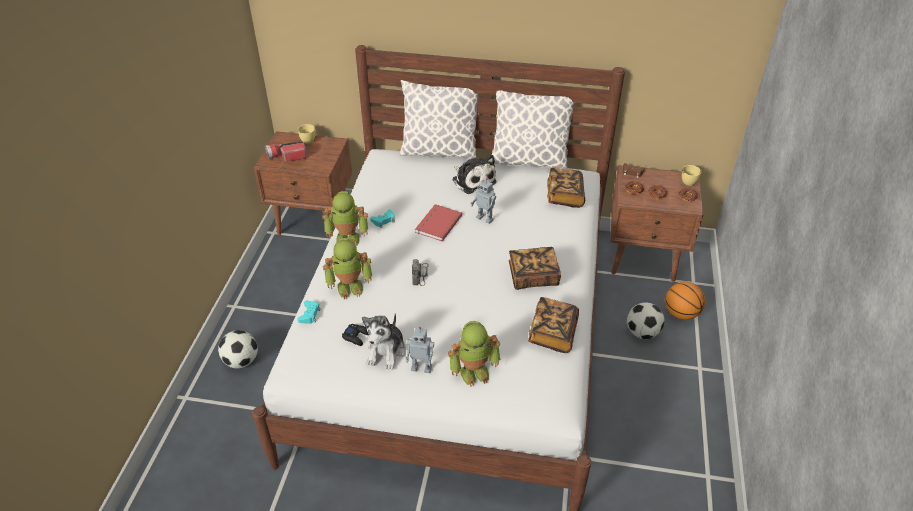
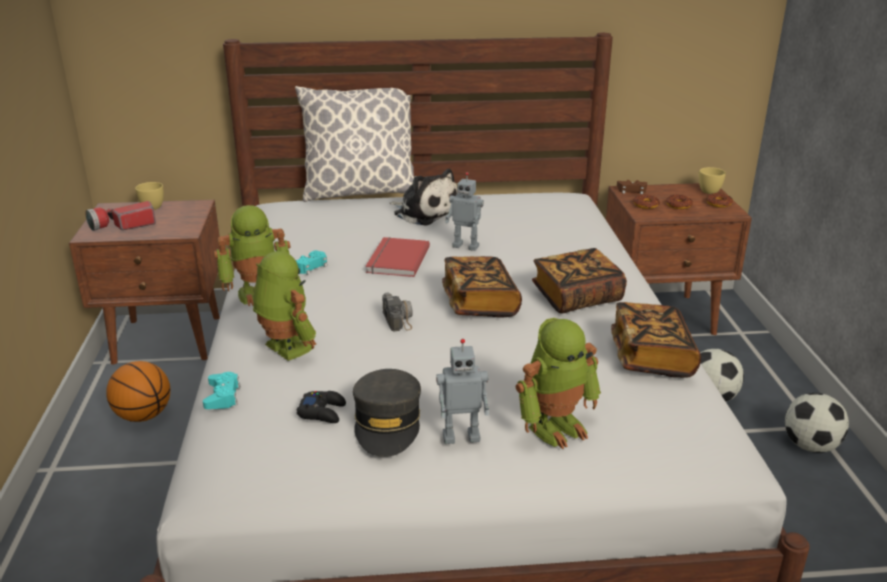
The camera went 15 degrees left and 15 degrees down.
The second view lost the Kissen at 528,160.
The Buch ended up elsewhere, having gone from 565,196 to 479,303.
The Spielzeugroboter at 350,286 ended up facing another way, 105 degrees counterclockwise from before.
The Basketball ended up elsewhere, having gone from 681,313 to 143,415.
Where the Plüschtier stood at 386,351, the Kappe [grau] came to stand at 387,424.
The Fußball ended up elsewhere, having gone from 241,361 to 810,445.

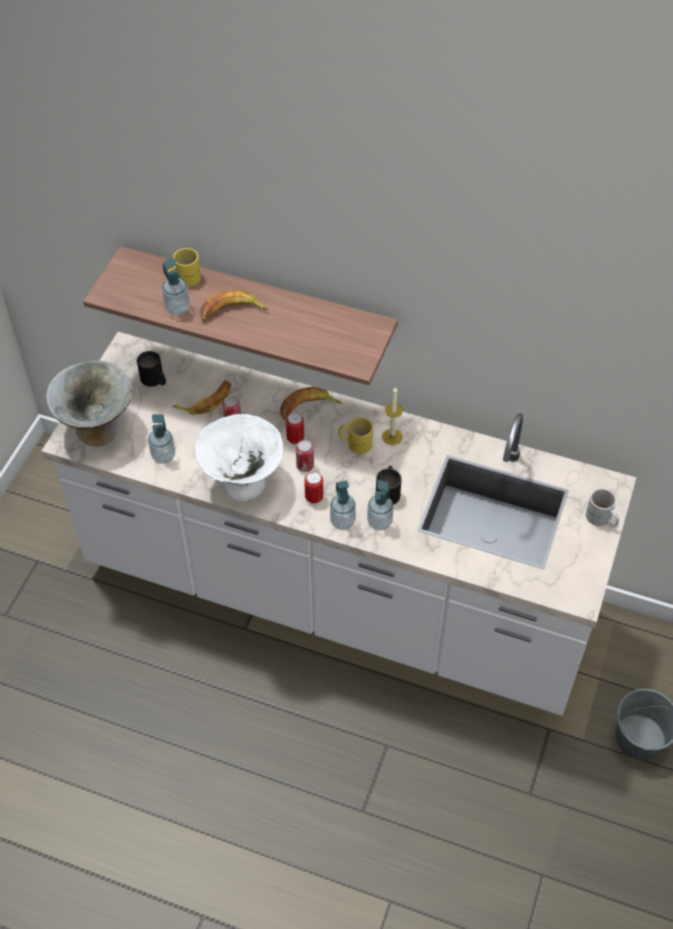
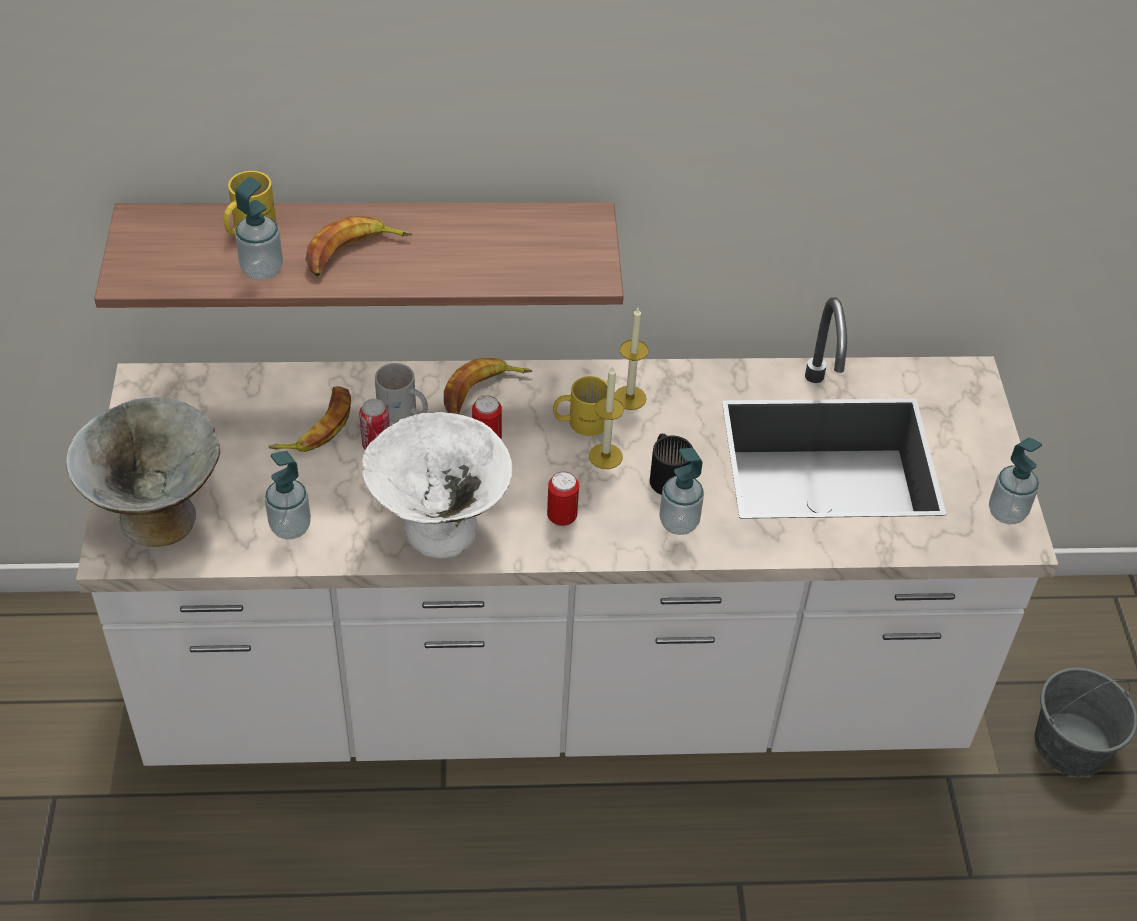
The camera went 25 degrees left and 5 degrees down.
The second view lost the Henkelbecher [schwarz] at 154,380.
The second view lost the Dose at 305,466.
The Seifenspender ended up elsewhere, having gone from 342,521 to 1006,512.
The Henkelbecher [weiß] ended up elsewhere, having gone from 601,519 to 402,412.
The second view gained the Kerze at 605,456.

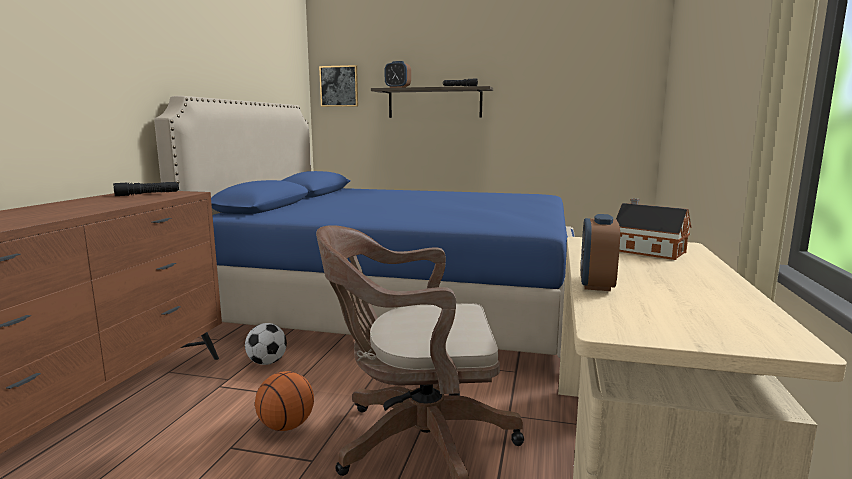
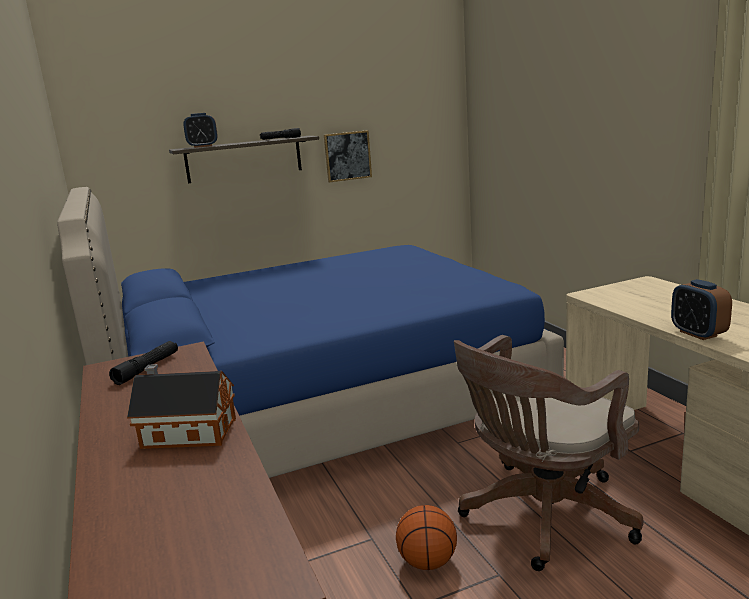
The camera went 35 degrees left and 5 degrees up.
The Bild ended up elsewhere, having gone from 339,86 to 347,156.
The Spielzeughaus ended up elsewhere, having gone from 647,251 to 185,433.
The second view lost the Fußball at 267,362.

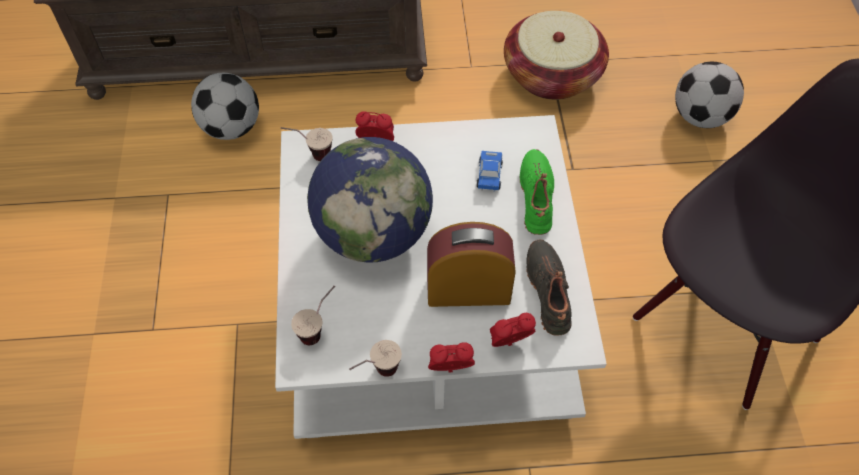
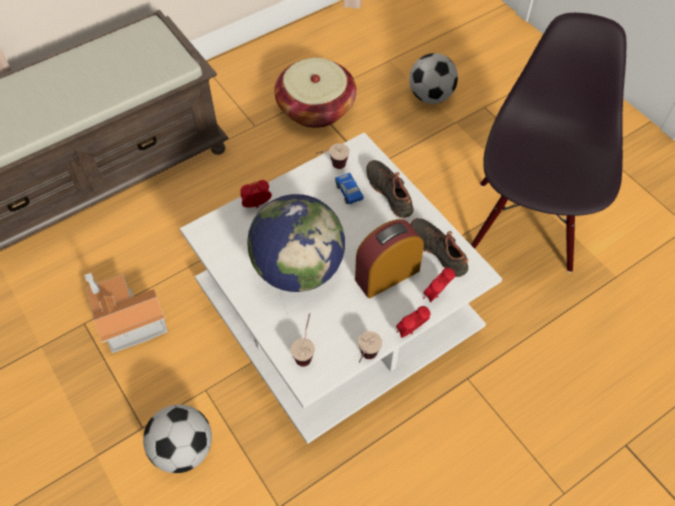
The camera went 30 degrees left and 0 degrees up.
The Fußball ended up elsewhere, having gone from 231,128 to 183,449.
The Tasse ended up elsewhere, having gone from 310,155 to 332,167.
What was the Schuh [grün] at 538,197 turned into the Schuh [schwarz] at 390,192.
The second view gained the Spielzeughaus at 126,320.

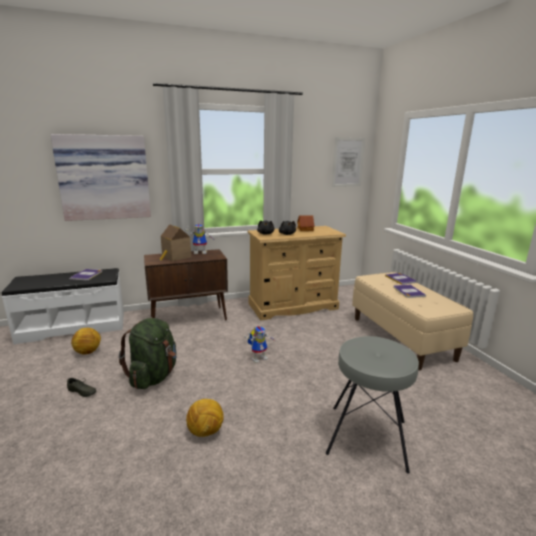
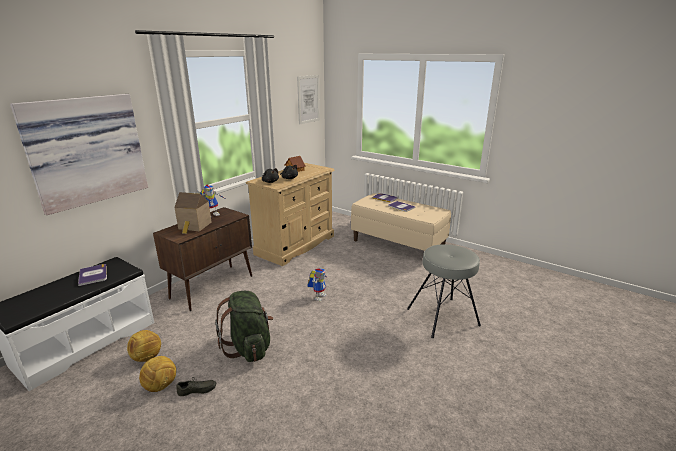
The camera went 35 degrees left and 5 degrees up.
The Fußball ended up elsewhere, having gone from 206,432 to 161,386.

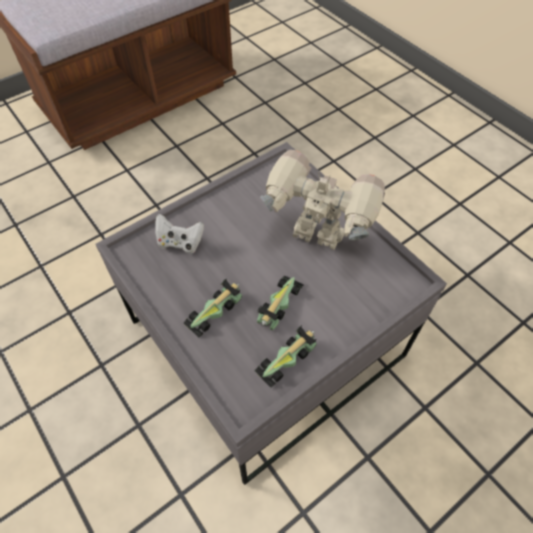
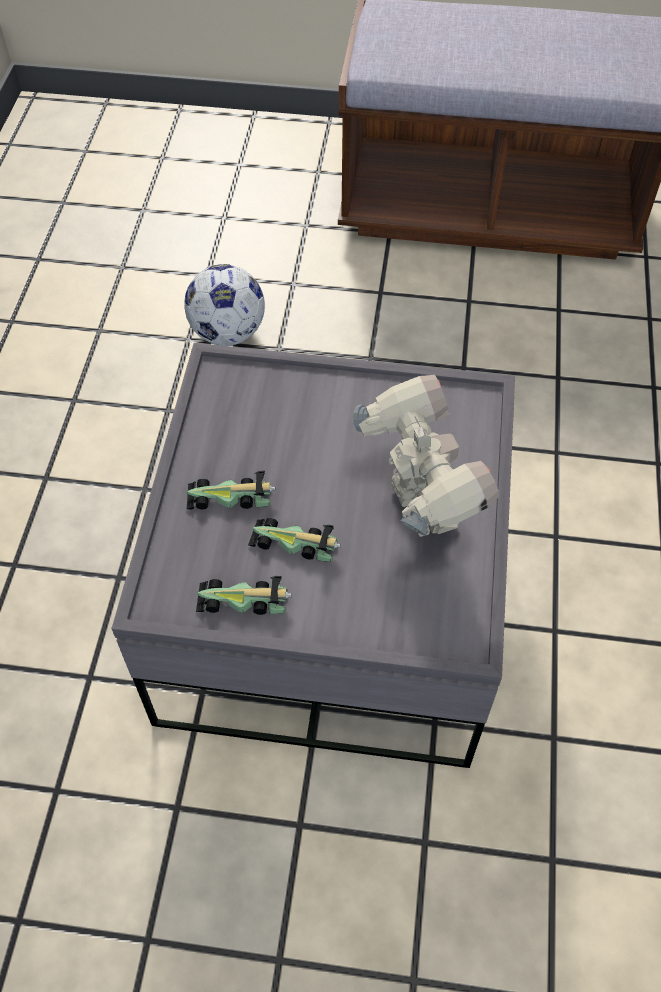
The camera went 45 degrees right and 0 degrees up.
The second view lost the Gamepad [weiß] at 180,242.
The Spielzeugauto at 278,304 ended up facing another way, 150 degrees counterclockwise from before.
The second view gained the Fußball at 228,332.

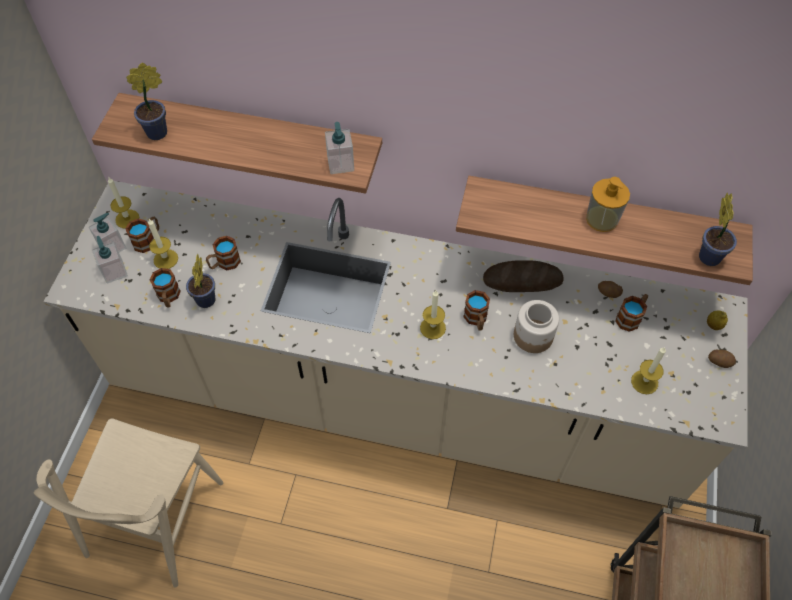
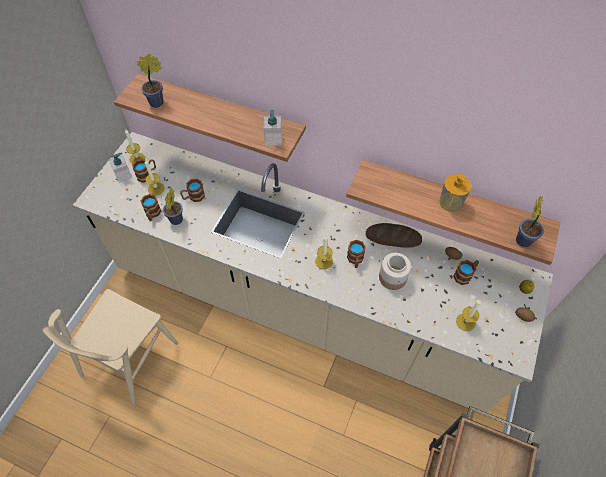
The camera went 10 degrees right and 0 degrees up.
The second view lost the Seifenspender at 114,271.

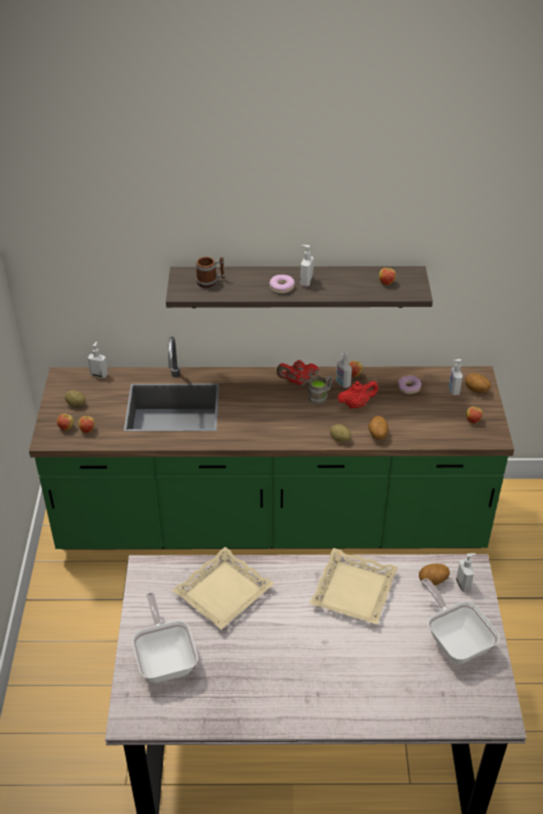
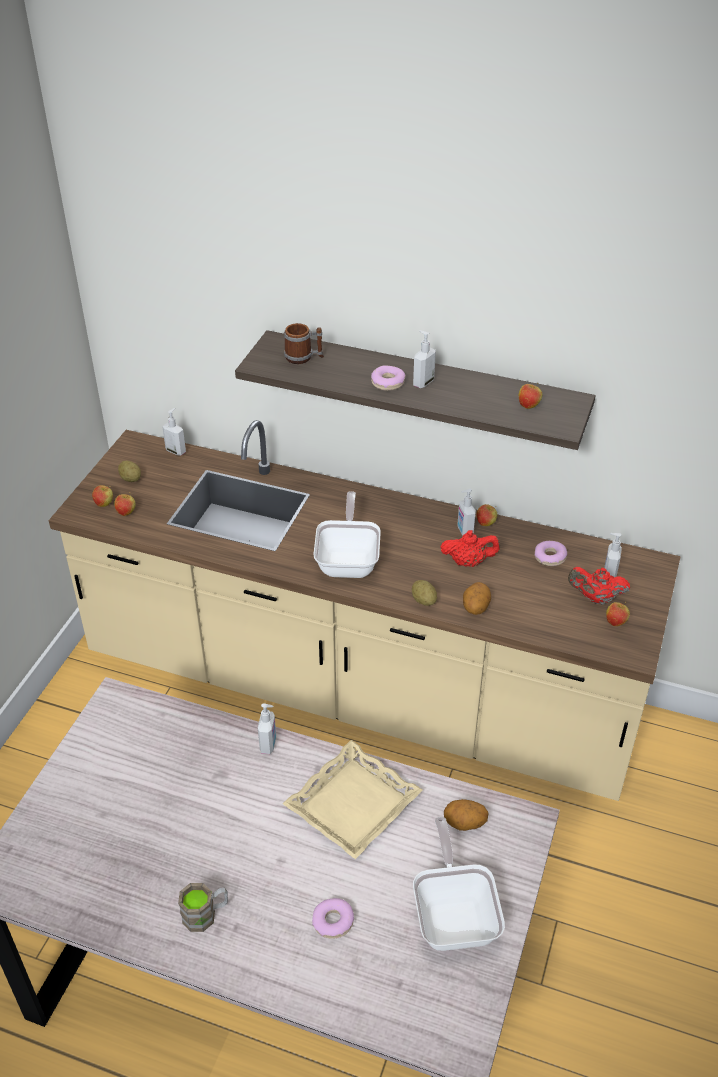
The camera went 20 degrees right and 0 degrees up.
What was the Küchenzeile [grün] at 271,524 turned into the Küchenzeile [beige] at 359,690.
The Teekanne [rot] ended up elsewhere, having gone from 297,382 to 595,598.
The second view lost the Kartoffel at 476,390.
The Henkelbecher [braun] ended up elsewhere, having gone from 320,396 to 206,914.
The second view lost the Tablett [beige] at 223,592.
The Seifenspender ended up elsewhere, having gone from 463,584 to 269,744.
The Pfanne ended up elsewhere, having gone from 165,658 to 348,560.
The second view gained the Donut at 333,922.

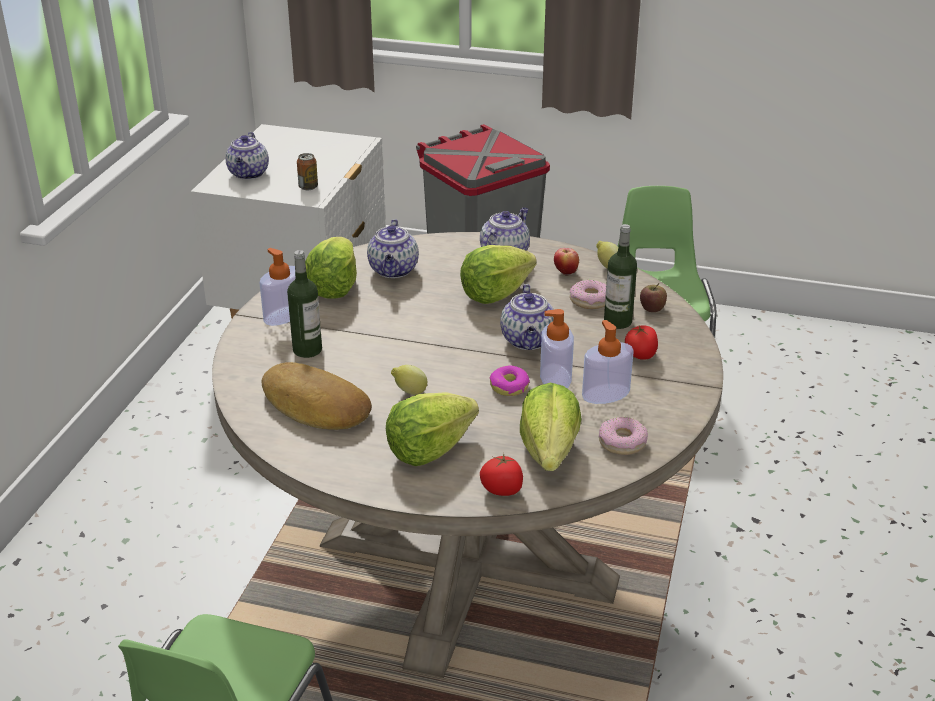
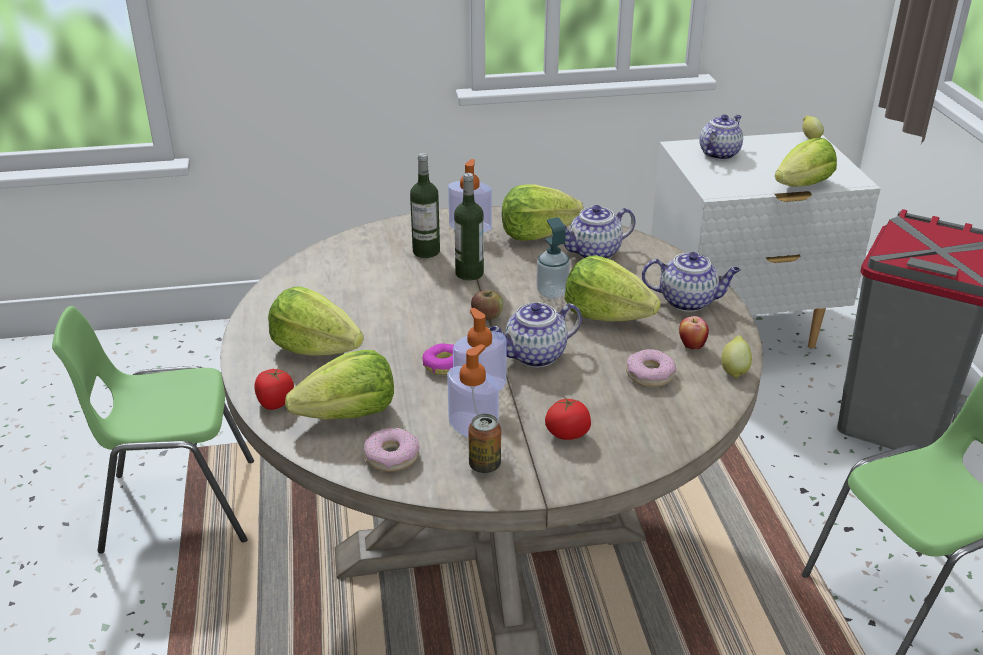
The camera went 65 degrees right and 0 degrees up.
The Teekanne at 249,174 ended up facing another way, 150 degrees clockwise from before.
The Dose ended up elsewhere, having gone from 308,187 to 484,465.
The Flasche ended up elsewhere, having gone from 617,321 to 469,273.
The Apfel ended up elsewhere, having gone from 652,308 to 487,316.
The second view lost the Brot at 314,406.
The Zitrone ended up elsewhere, having gone from 409,392 to 810,138.
The second view gained the Salatkopf at 803,185.
The second view gained the Seifenspender at 552,293.

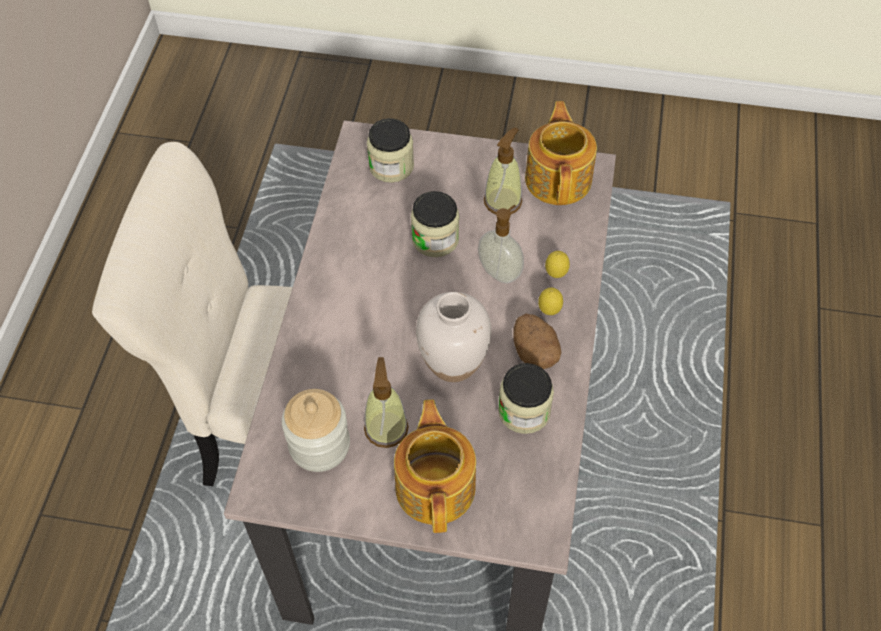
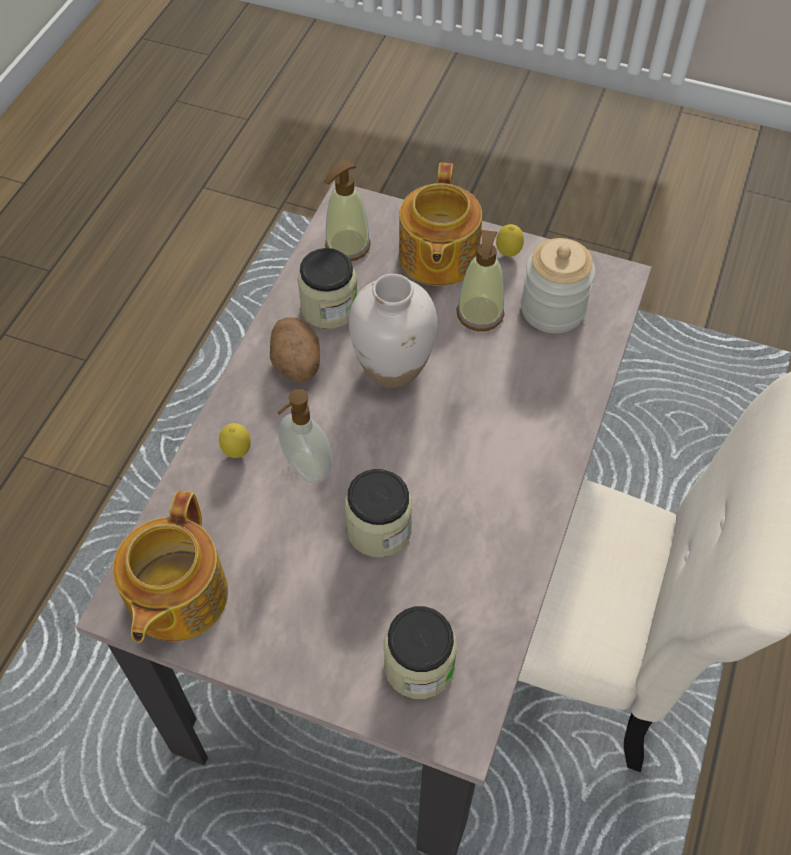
The camera went 170 degrees left and 0 degrees up.
The Seifenspender ended up elsewhere, having gone from 503,201 to 347,246.
The Zitrone ended up elsewhere, having gone from 549,311 to 508,254.

